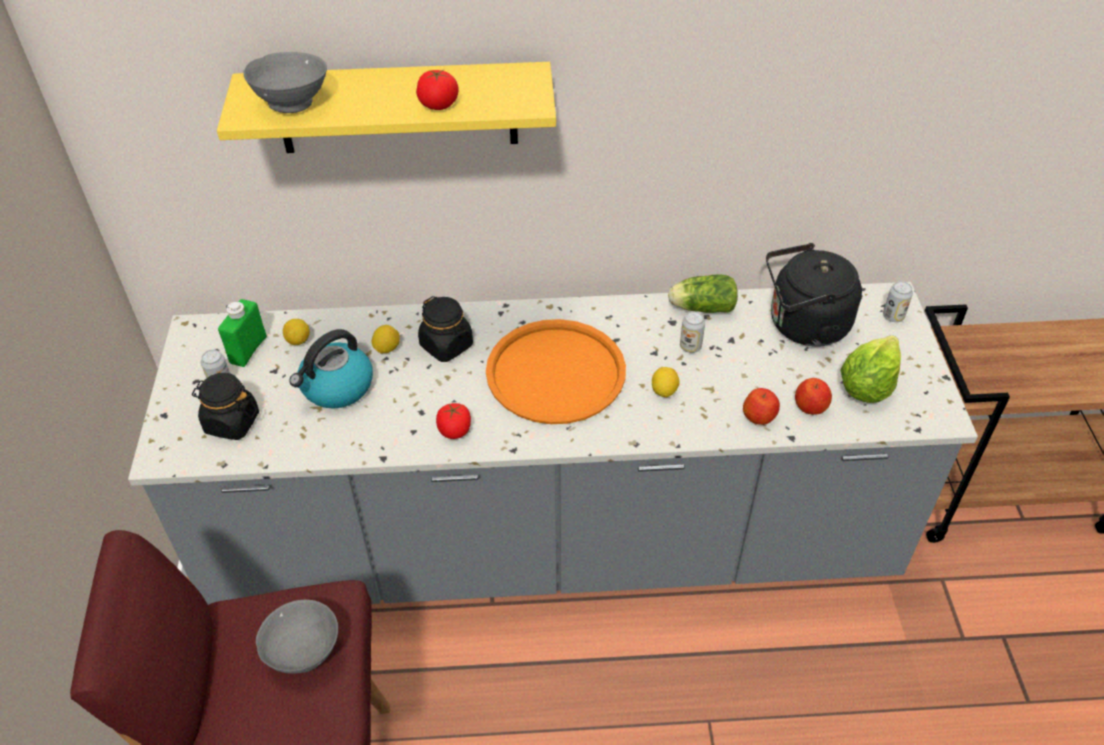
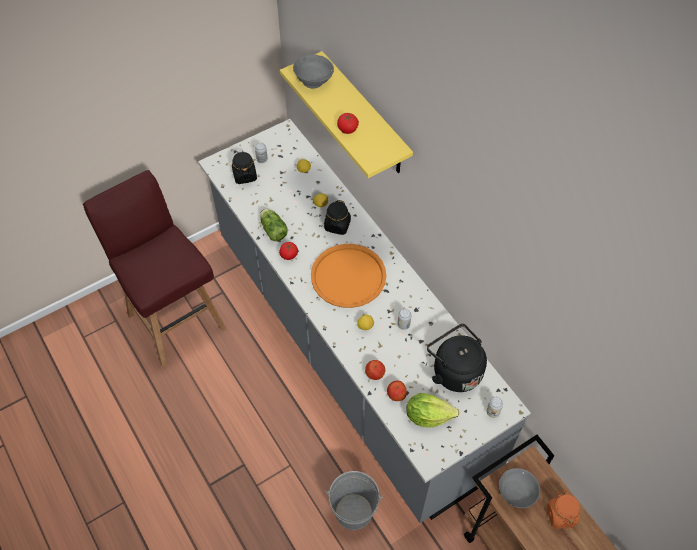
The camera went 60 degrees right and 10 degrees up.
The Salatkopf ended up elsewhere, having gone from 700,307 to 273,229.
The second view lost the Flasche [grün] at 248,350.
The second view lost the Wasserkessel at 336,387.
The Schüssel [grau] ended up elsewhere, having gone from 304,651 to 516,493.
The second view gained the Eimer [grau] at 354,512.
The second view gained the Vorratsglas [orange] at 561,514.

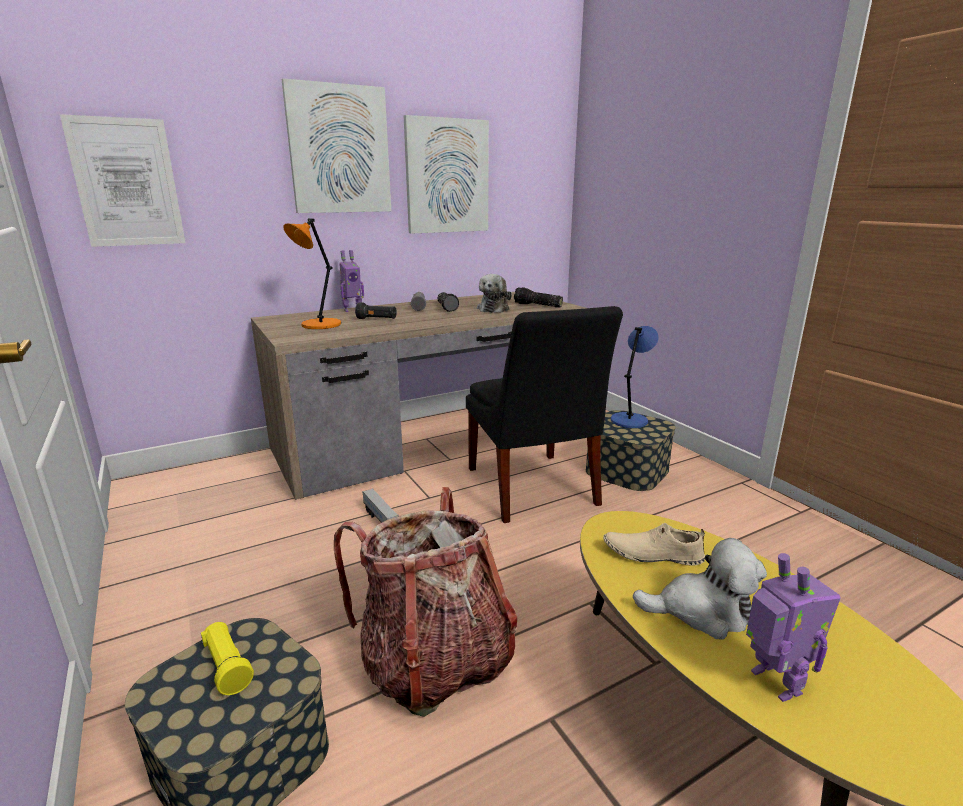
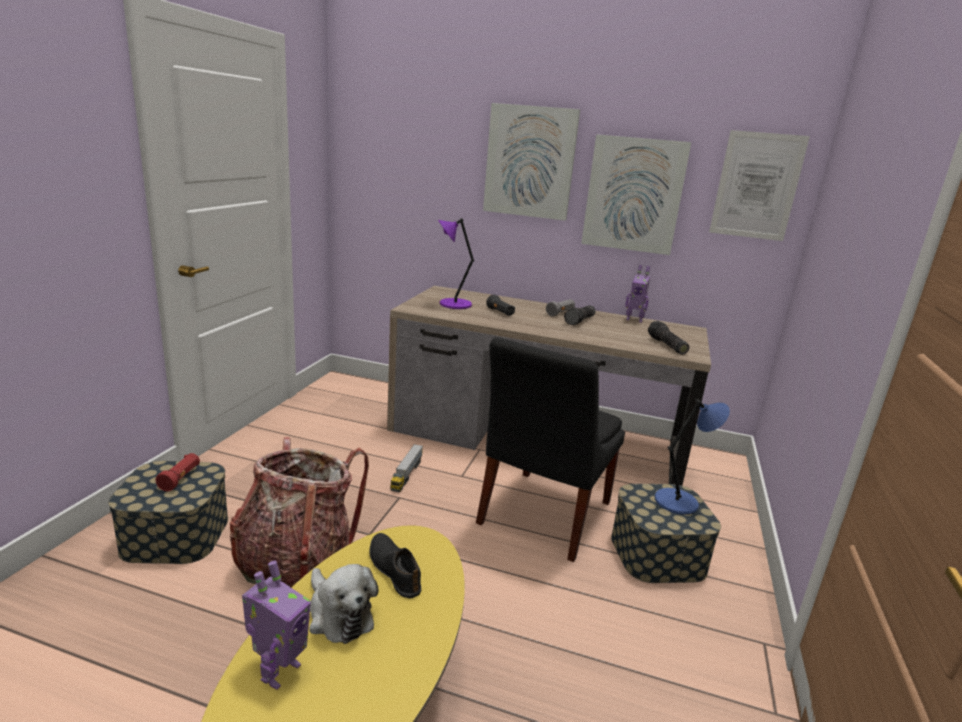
The camera went 45 degrees right and 0 degrees up.
The Bild ended up elsewhere, having gone from 127,183 to 757,186.
What was the Tischlampe [orange] at 319,325 turned into the Tischlampe [lila] at 453,304.
The Spielzeugroboter ended up elsewhere, having gone from 352,310 to 634,319.
The second view lost the Plüschtier at 494,309.
What was the Schuh [beige] at 652,554 turned into the Schuh [schwarz] at 394,569.
What was the Taschenlampe [gelb] at 227,667 turned into the Taschenlampe [rot] at 180,479.

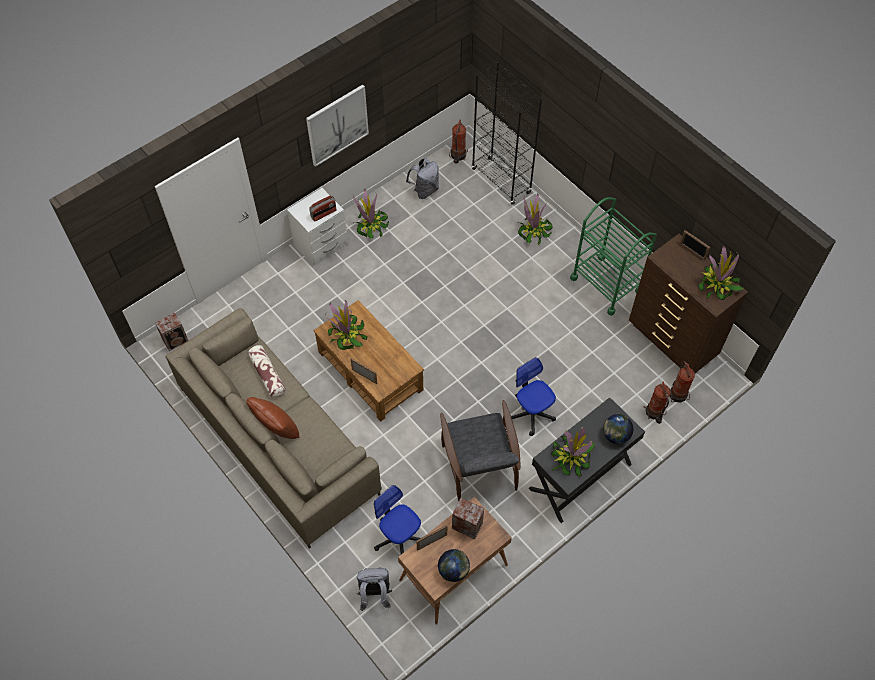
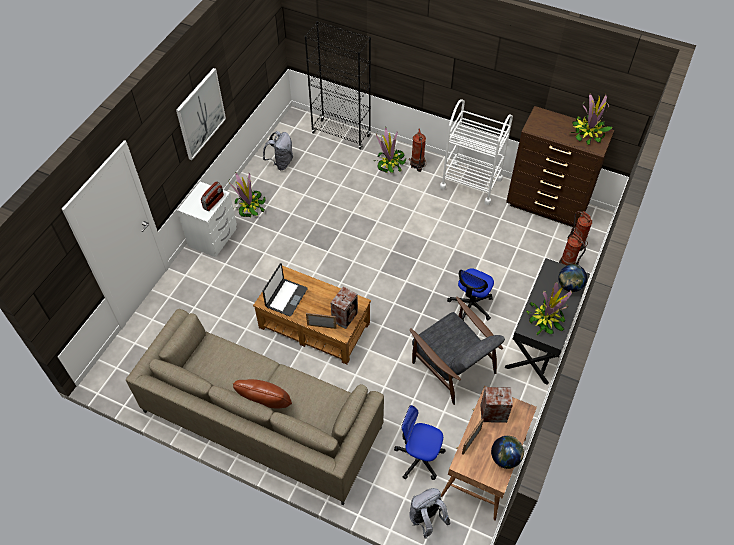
The camera went 25 degrees left and 5 degrees down.
The Feuerlöscher ended up elsewhere, having gone from 457,155 to 417,164.
What was the Rollwagen [grün] at 606,284 turned into the Rollwagen [weiß] at 471,183.
The second view lost the Bilderrahmen at 692,252.
Where the Topfpflanze stood at 346,335, the Laptop came to stand at 286,297.
The Lautsprecher ended up elsewhere, having gone from 176,340 to 345,317.
The second view lost the Kissen at 267,375.
The Bürostuhl at 531,413 ended up facing another way, 90 degrees counterclockwise from before.

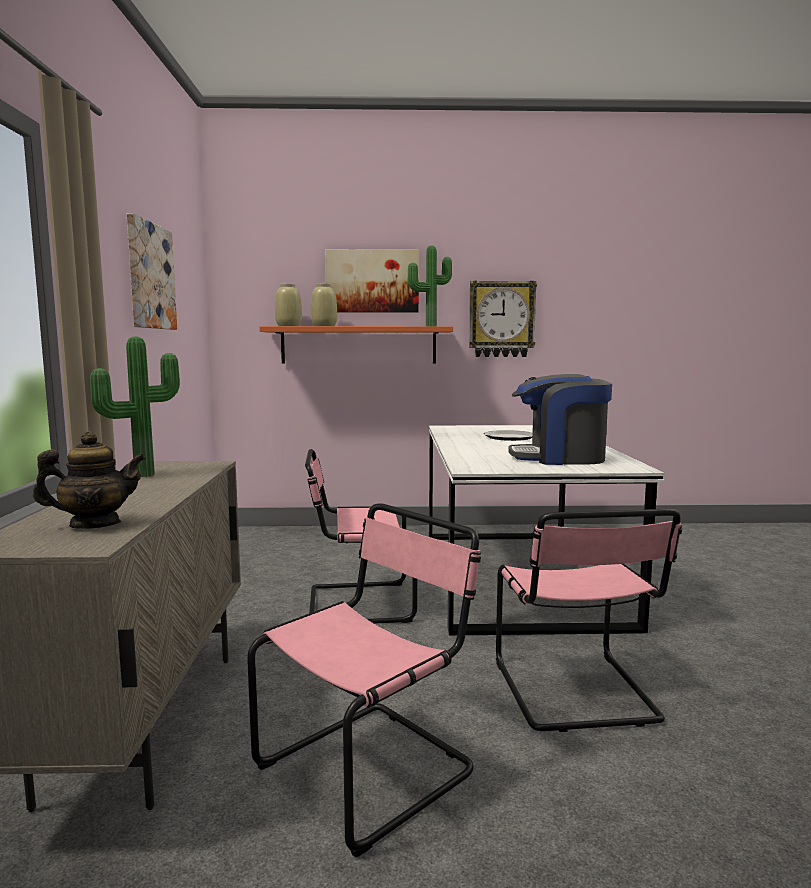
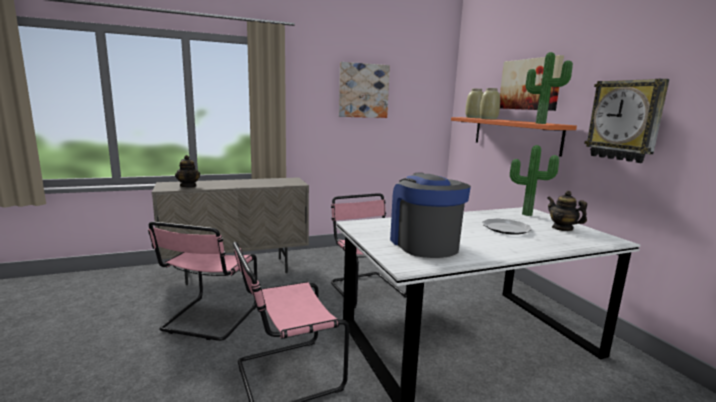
The camera went 70 degrees right and 5 degrees up.
The Topfpflanze ended up elsewhere, having gone from 142,474 to 527,214.
The Stuhl [rosa] at 371,767 ended up facing another way, 75 degrees clockwise from before.
The second view gained the Teekanne at 562,228.

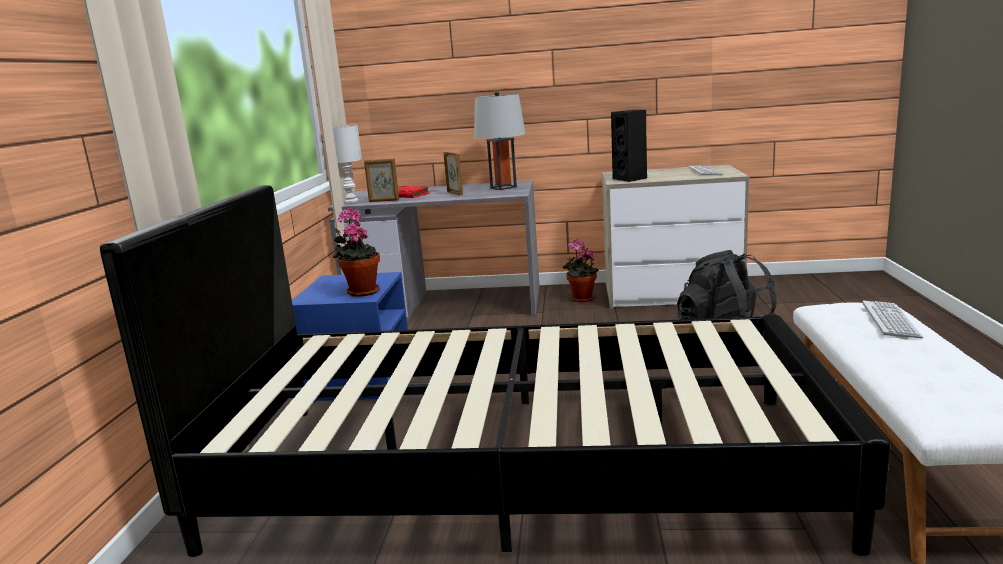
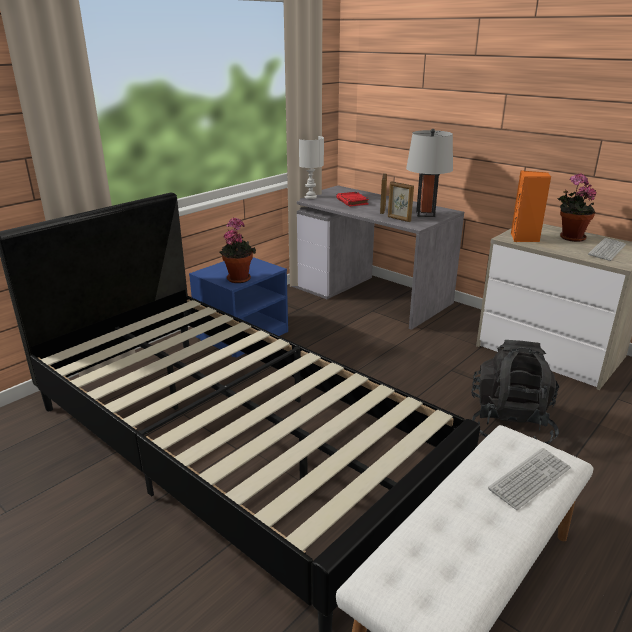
The camera went 35 degrees right and 10 degrees up.
What was the Lautsprecher [schwarz] at 631,179 turned into the Lautsprecher [orange] at 524,238.
The Bilderrahmen ended up elsewhere, having gone from 384,201 to 399,219.
The Topfpflanze ended up elsewhere, having gone from 580,299 to 569,238.

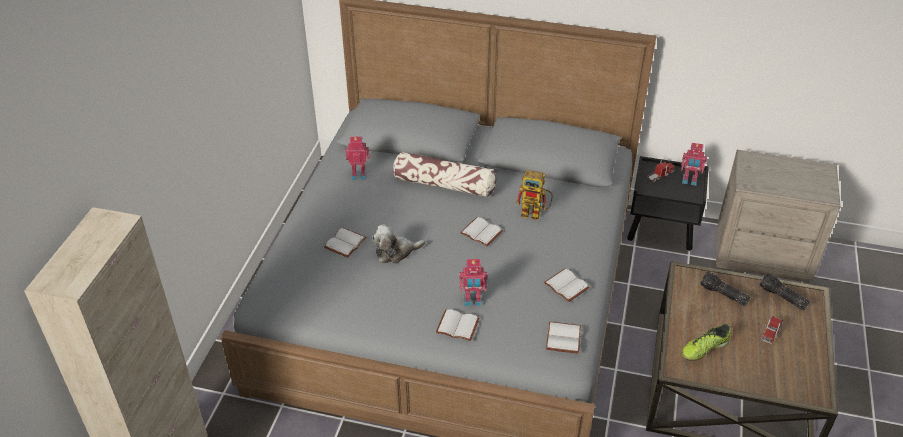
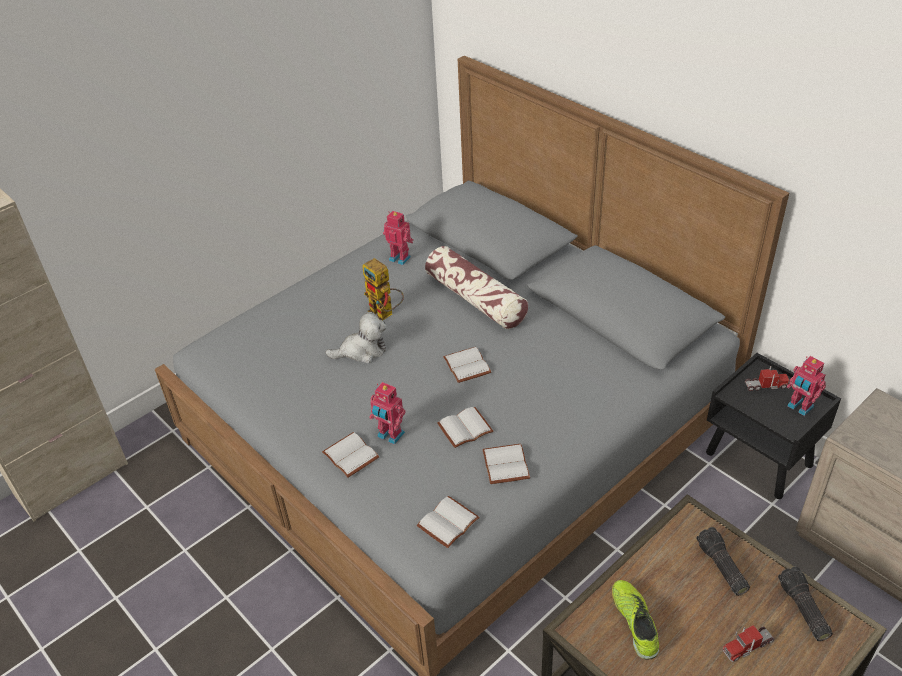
The camera went 35 degrees right and 0 degrees up.
The Spielzeugroboter ended up elsewhere, having gone from 535,213 to 385,314.
The Plüschtier at 395,252 ended up facing another way, 150 degrees clockwise from before.
The Buch [weiß] ended up elsewhere, having gone from 346,244 to 465,429.
The Schuh at 704,348 ended up facing another way, 75 degrees clockwise from before.

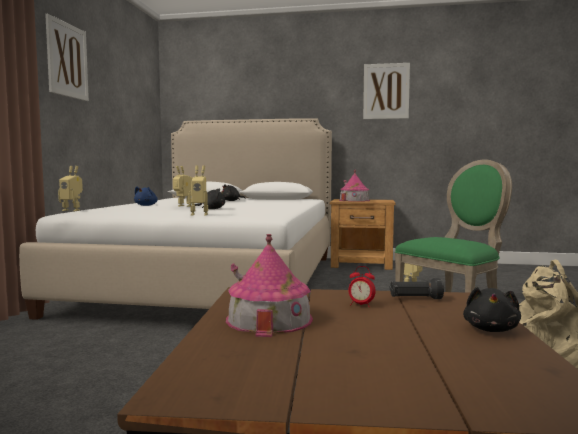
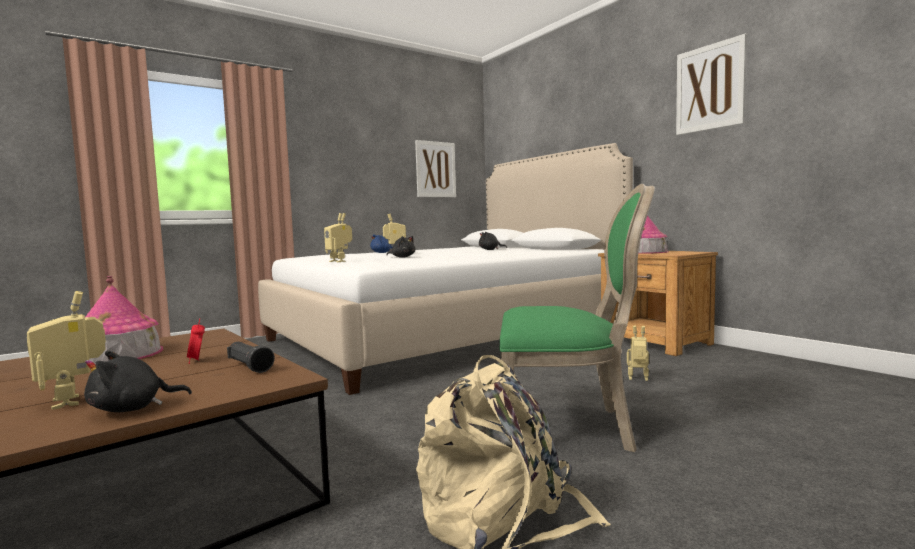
The camera went 45 degrees right and 0 degrees up.
The Bild ended up elsewhere, having gone from 67,60 to 435,169.
The Spielzeugroboter ended up elsewhere, having gone from 72,210 to 74,400.

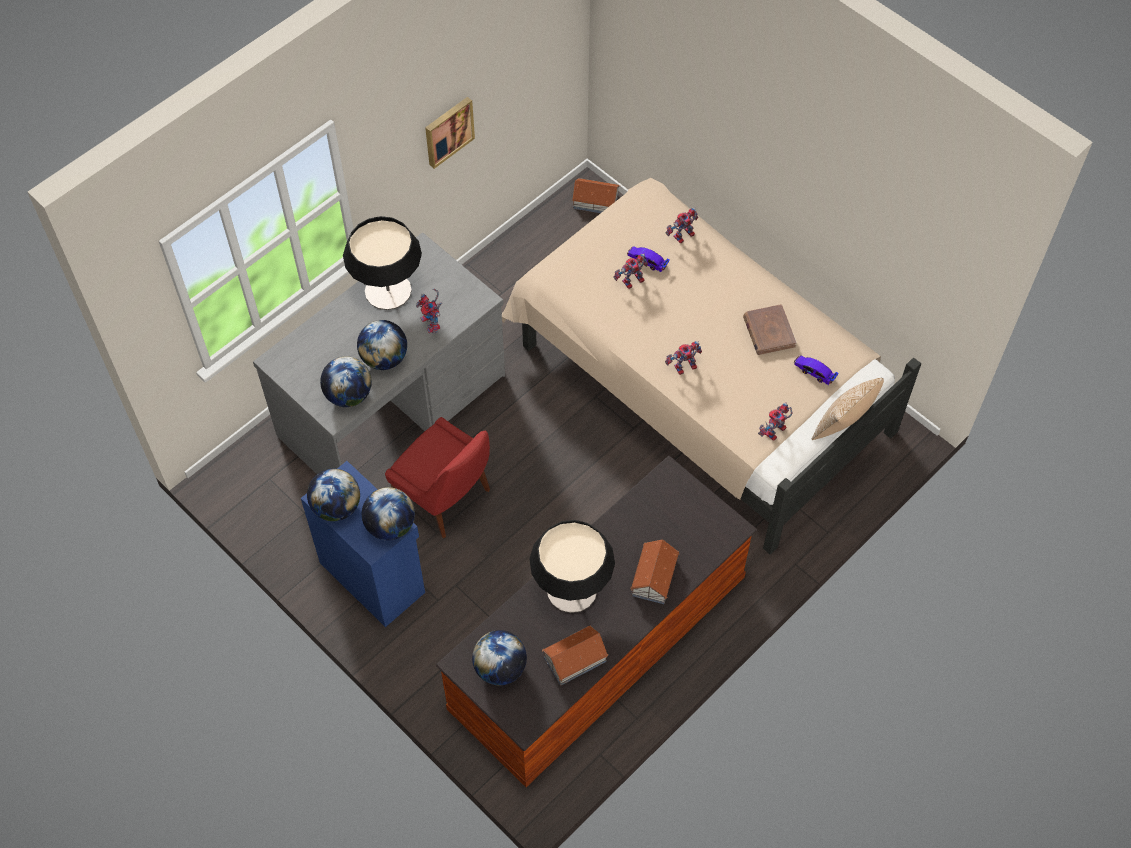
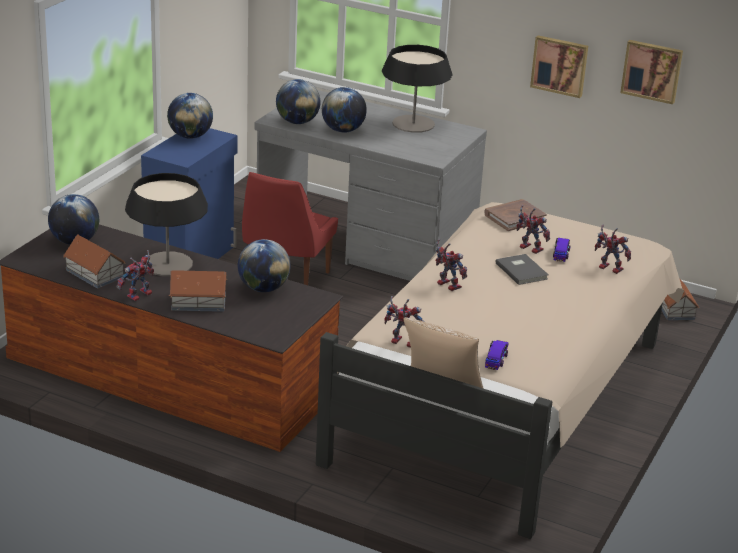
The camera went 70 degrees right and 30 degrees down.
The Spielzeugroboter ended up elsewhere, having gone from 433,324 to 139,296.
The Buch [braun] ended up elsewhere, having gone from 768,331 to 514,218.
The Globus ended up elsewhere, having gone from 390,526 to 263,288.
The second view gained the Bild at 652,71.
The second view gained the Buch [grau] at 522,270.

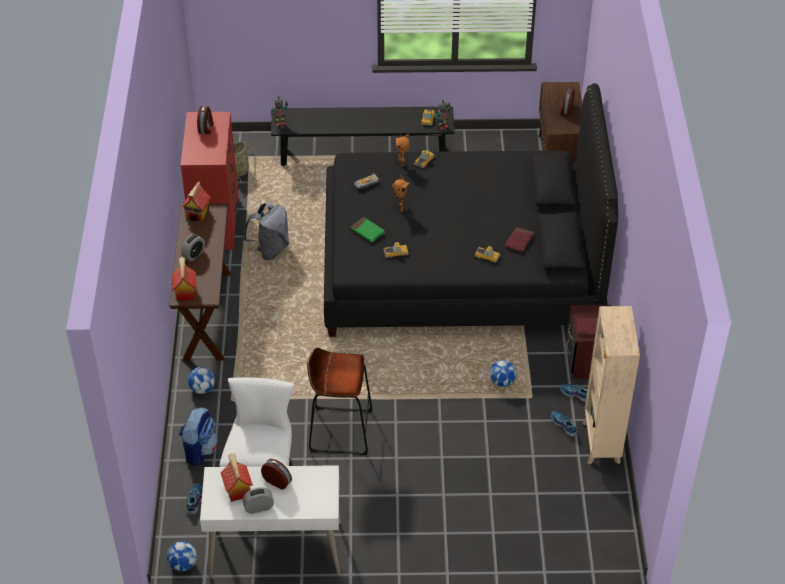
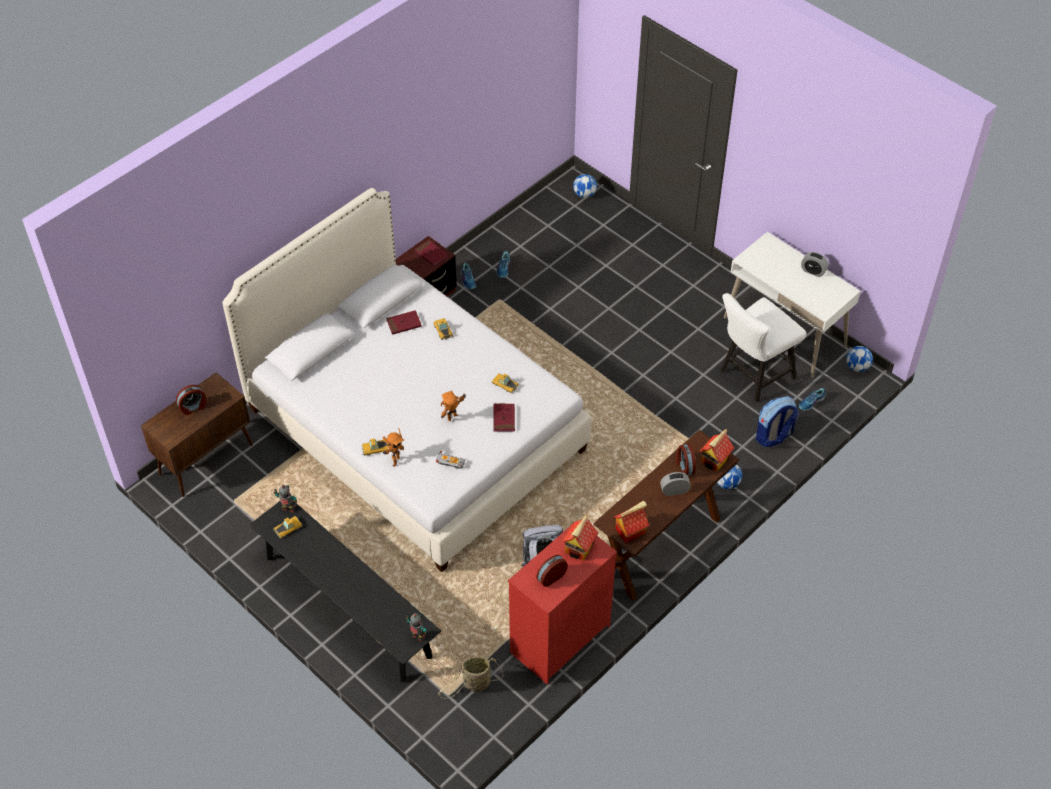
The camera went 135 degrees left and 5 degrees up.
What was the Bett [schwarz] at 460,267 turned into the Bett [weiß] at 415,429.
What was the Buch [grün] at 367,231 turned into the Buch [rot] at 504,418.
The second view lost the Bücherregal [beige] at 601,443.
The second view lost the Hocker [braun] at 340,430.
The Fußball ended up elsewhere, having gone from 502,381 to 584,194.
The Spielzeughaus ended up elsewhere, having gone from 237,489 to 579,548.
The Wecker ended up elsewhere, having gone from 277,480 to 684,467.

